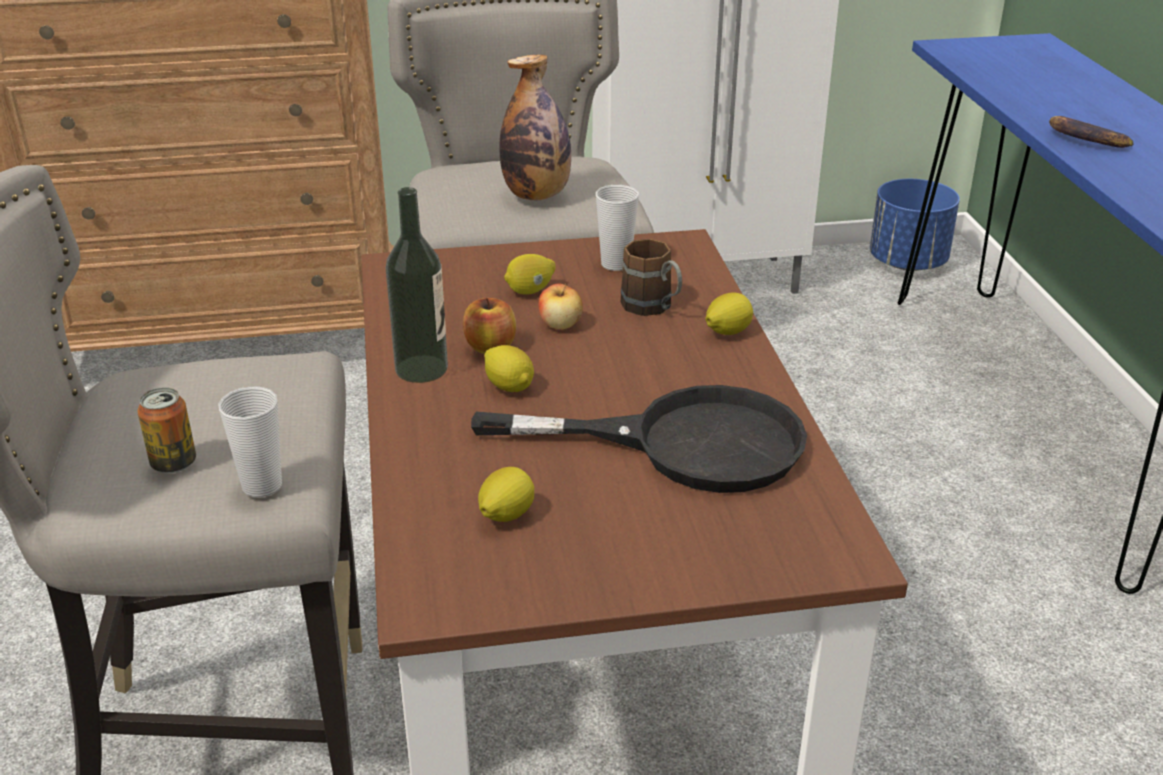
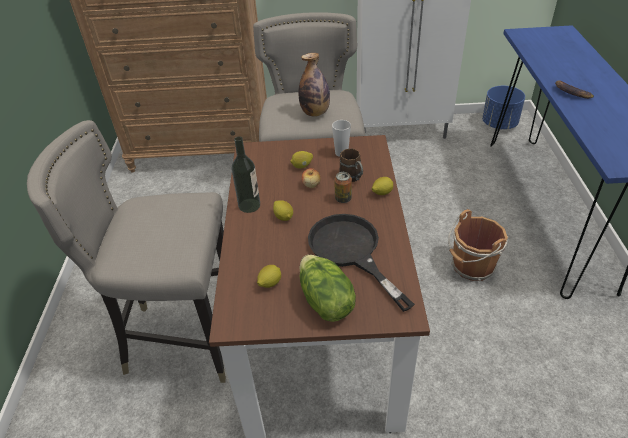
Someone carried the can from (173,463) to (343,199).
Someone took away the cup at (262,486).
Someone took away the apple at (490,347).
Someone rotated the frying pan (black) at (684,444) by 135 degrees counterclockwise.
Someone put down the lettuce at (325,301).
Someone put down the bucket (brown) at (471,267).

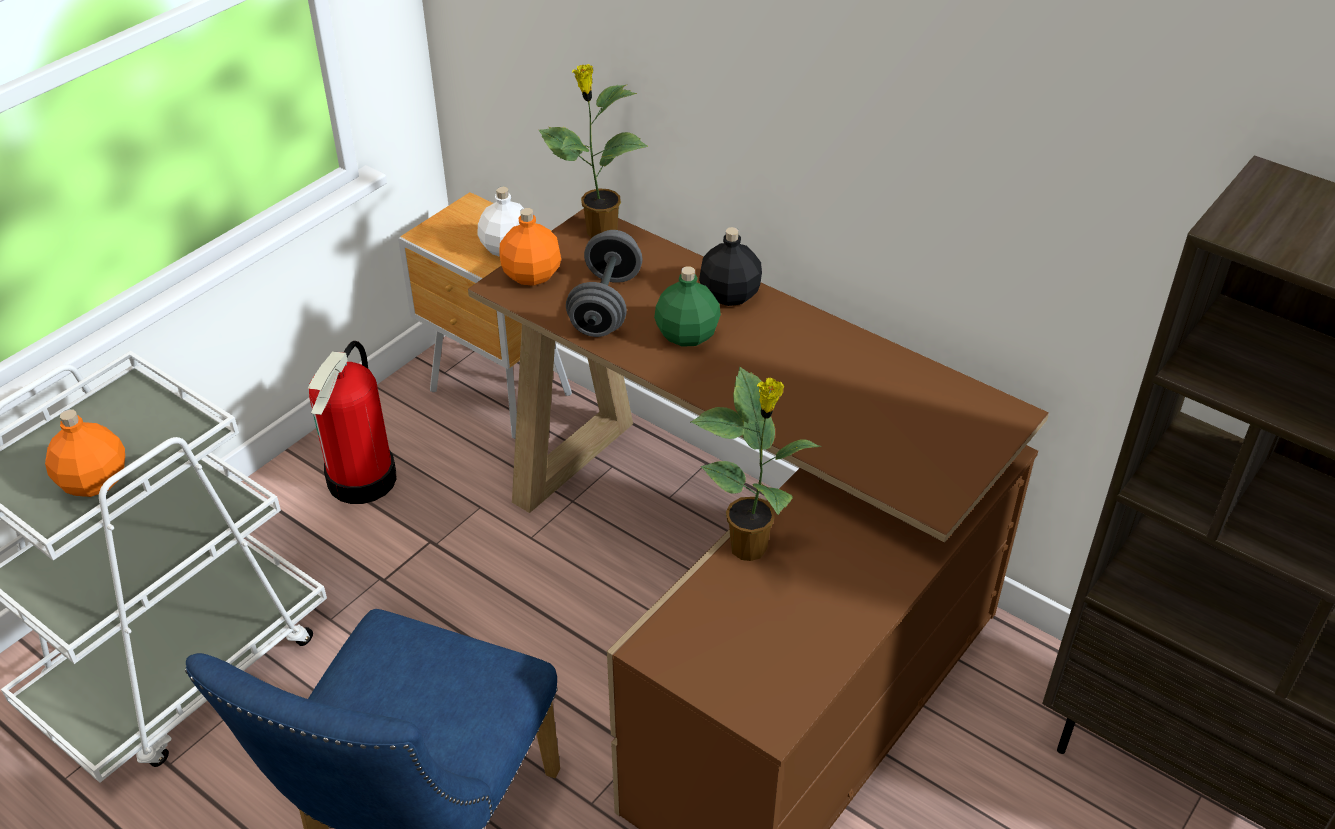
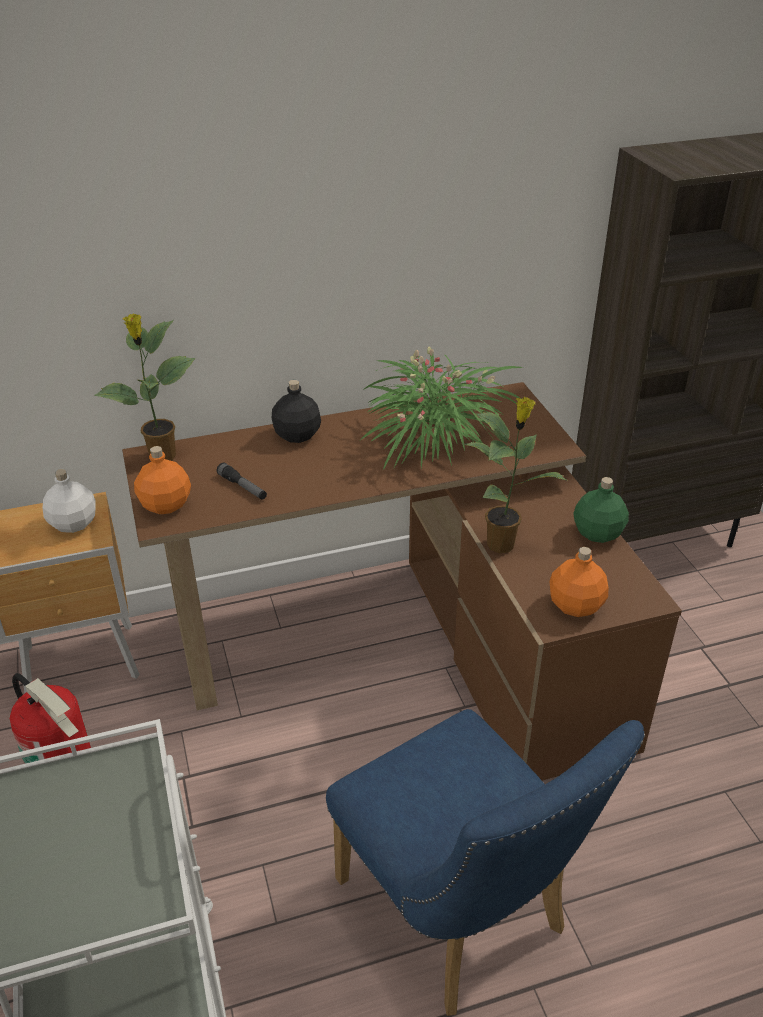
Someone carried the bottle (orange) from (94,482) to (576,606).
Someone swapped the dumbbell (grey) at (605,305) for the flashlight at (242,487).
Someone carried the bottle (green) from (687,336) to (598,533).
Someone put down the potted plant at (434,440).

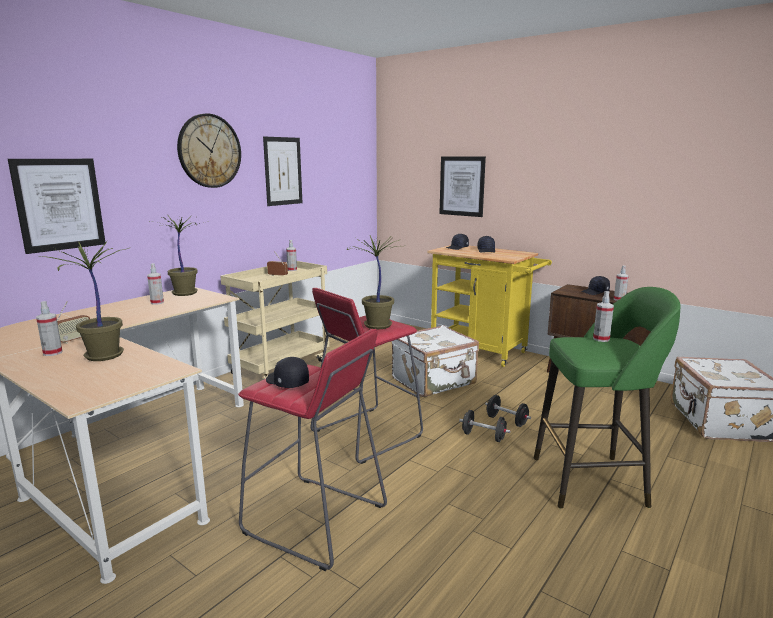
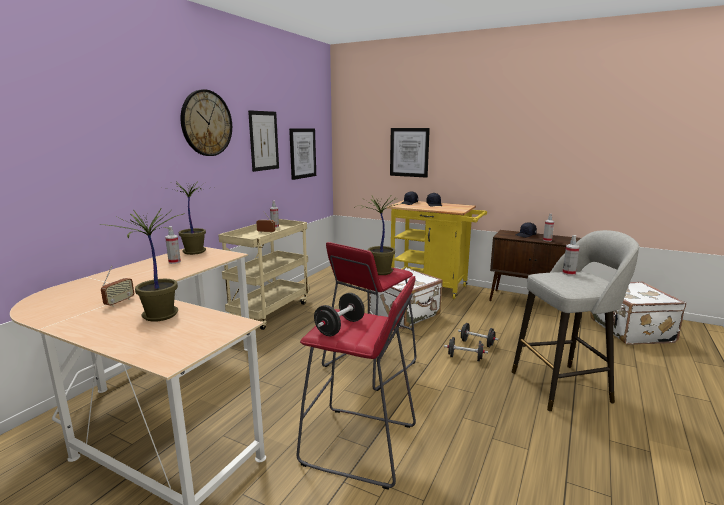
Someone carried the picture from (59,204) to (302,153).
Someone took away the spray bottle at (53,353).
Someone swapped the cap (black) at (286,382) for the dumbbell (black) at (340,327).
Someone repainted the stool (green) at (592,481), which became the stool (grey) at (563,386).

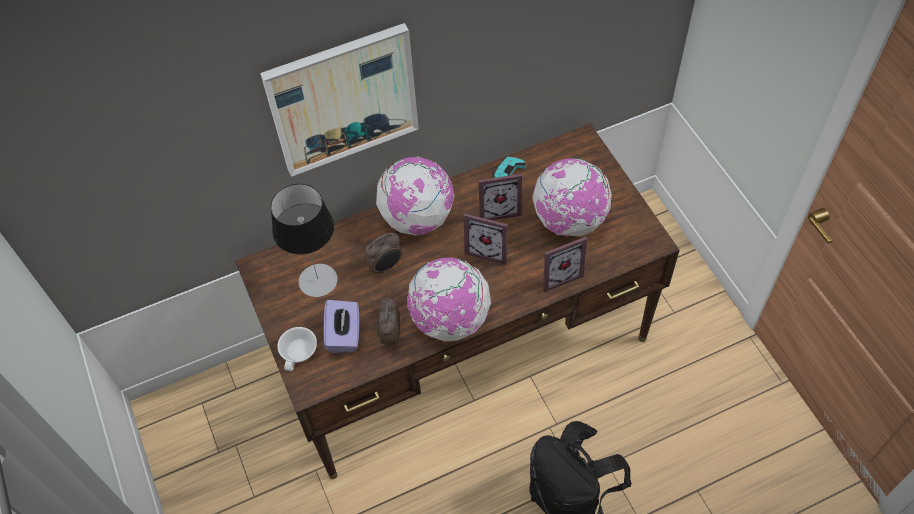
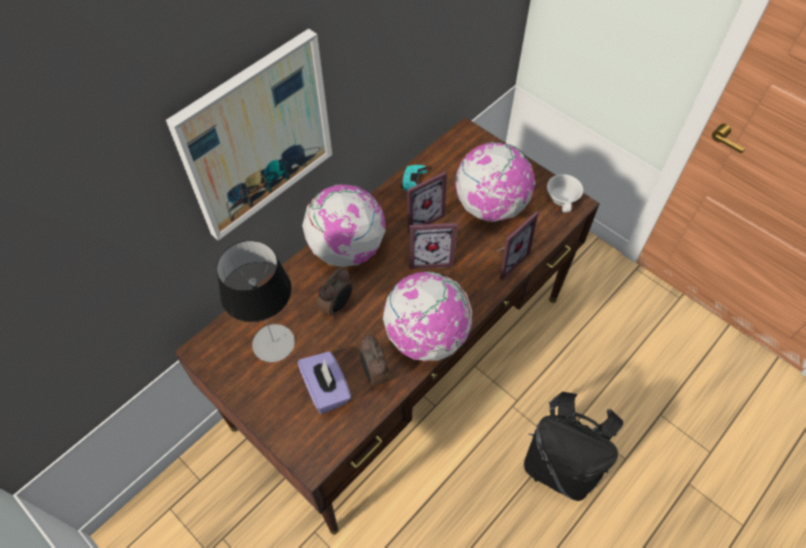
Someone carried the cup (white) from (300,353) to (563,198).

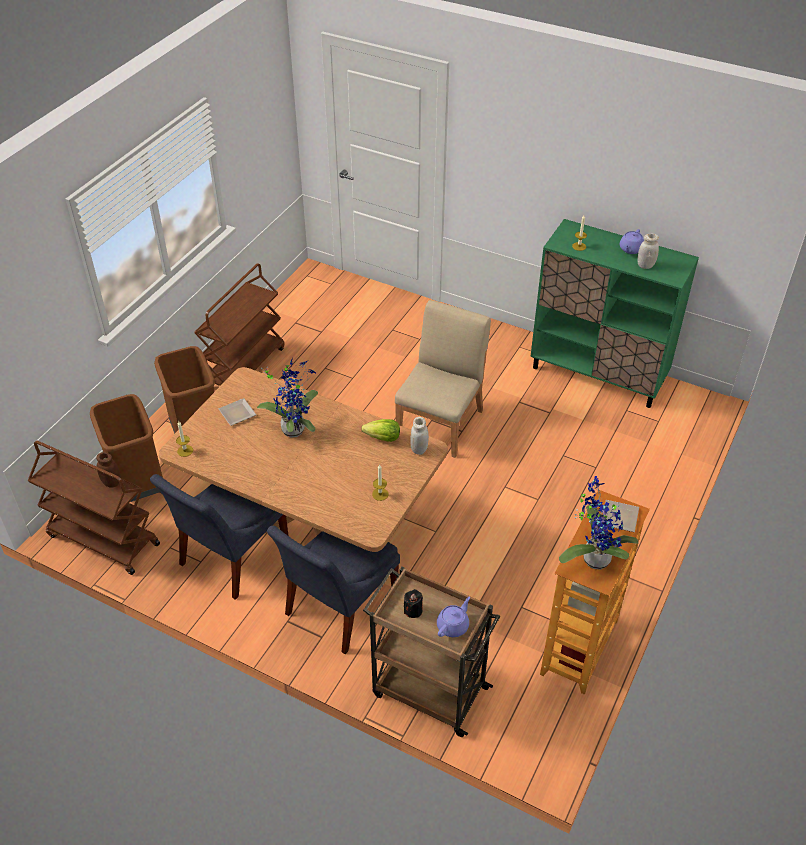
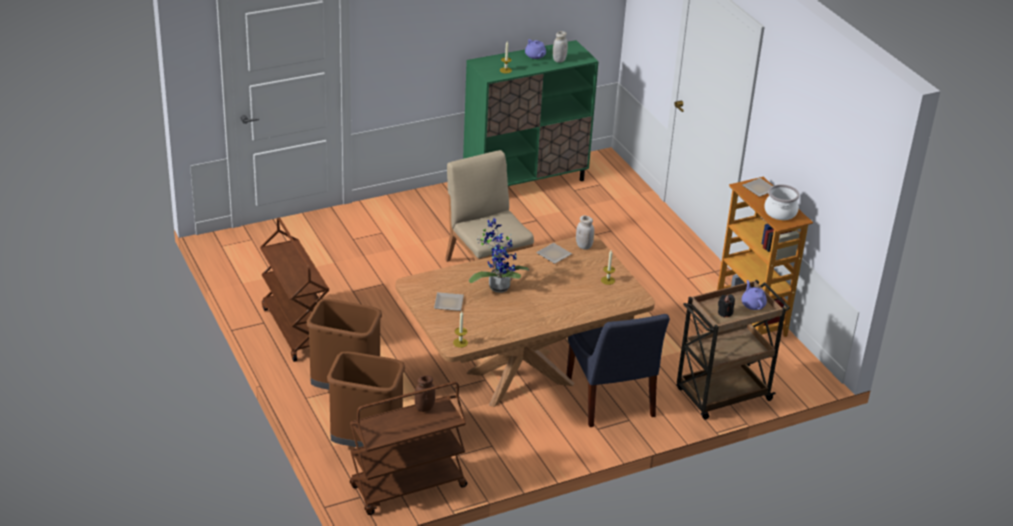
Someone took away the chair (blue) at (230,557).
Someone swapped the lettuce at (383,438) for the plate at (555,255).
Someone swapped the potted plant at (594,557) for the cooking pot at (780,212).

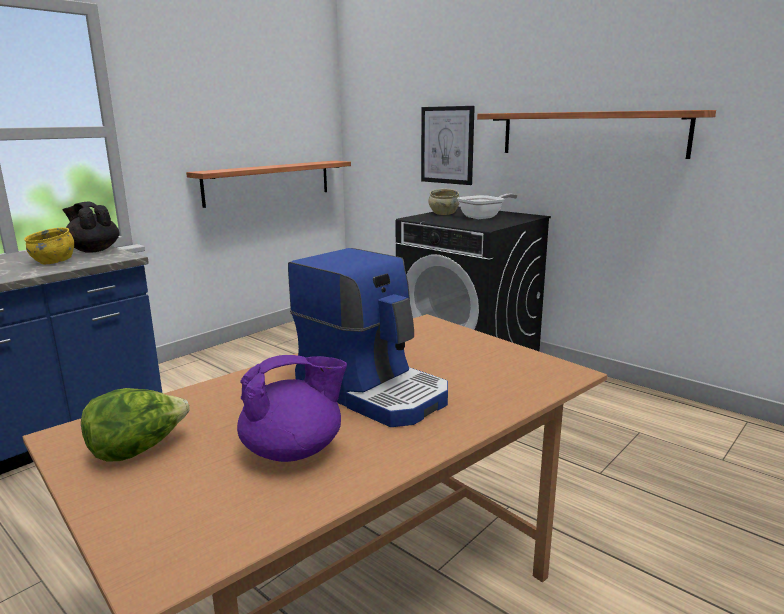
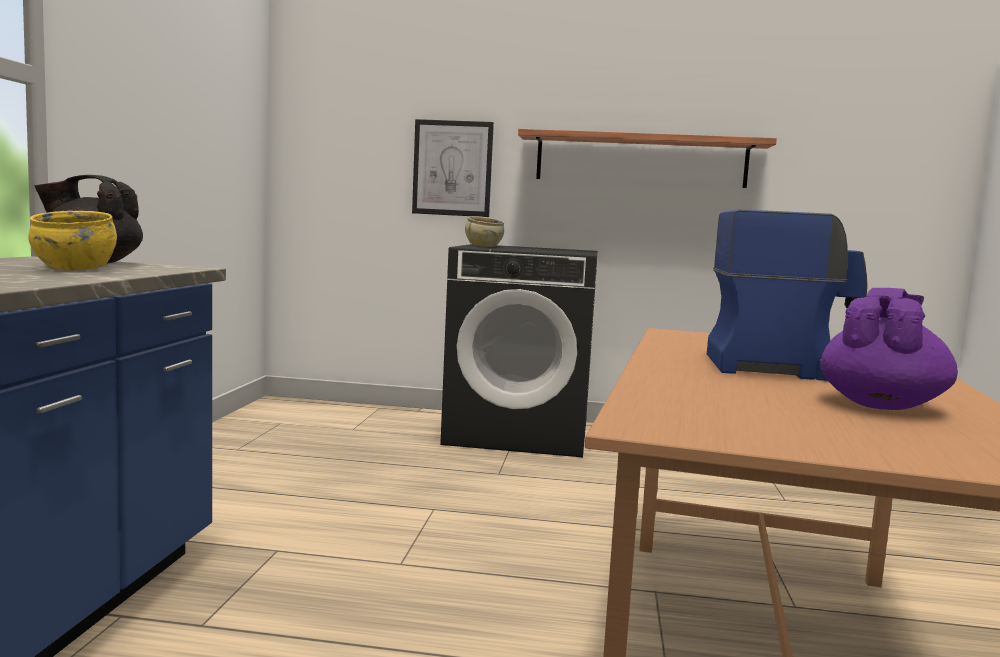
Someone took away the lettuce at (138,450).
Someone took away the shelf at (268,182).
Someone took away the frying pan at (484,217).

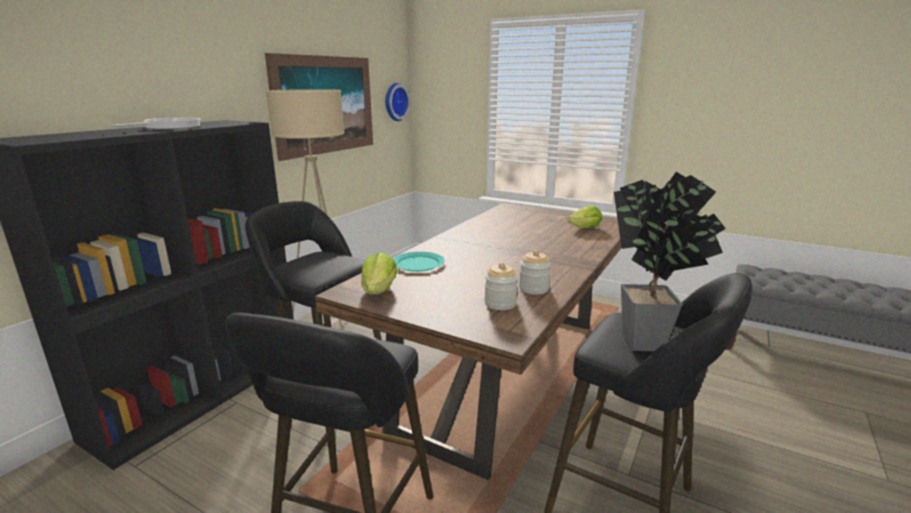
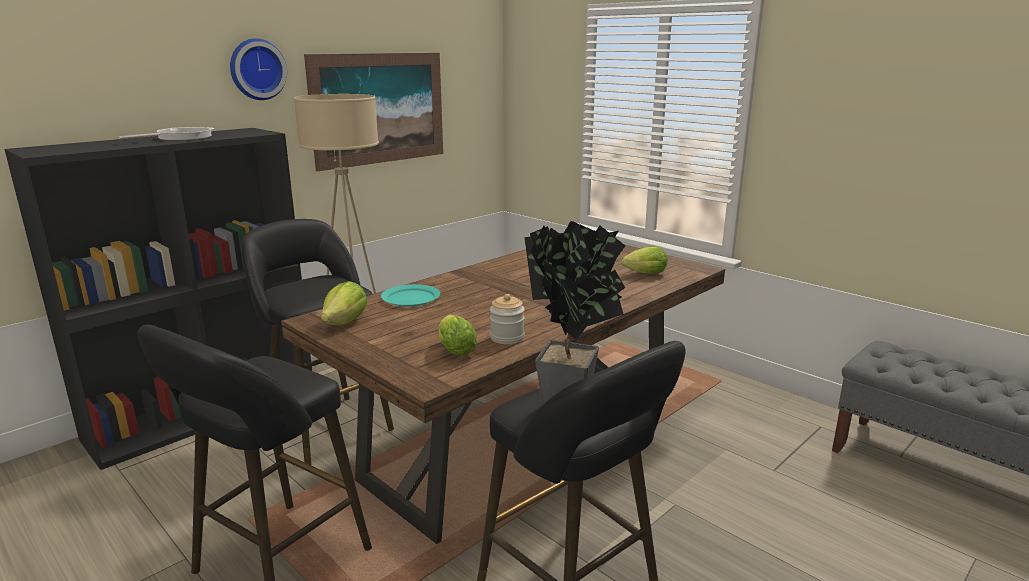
Someone carried the wall clock from (394,101) to (256,69).
Someone swapped the jar at (500,303) for the lettuce at (454,349).

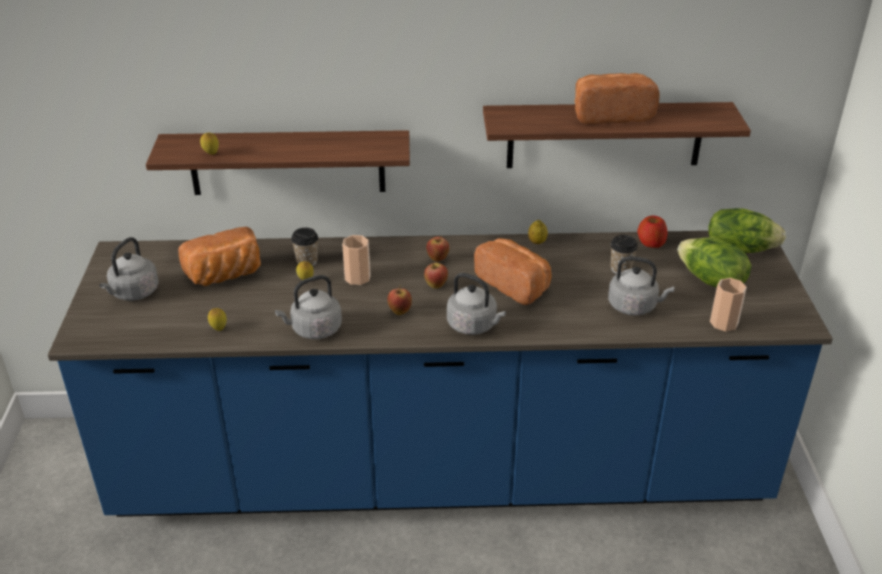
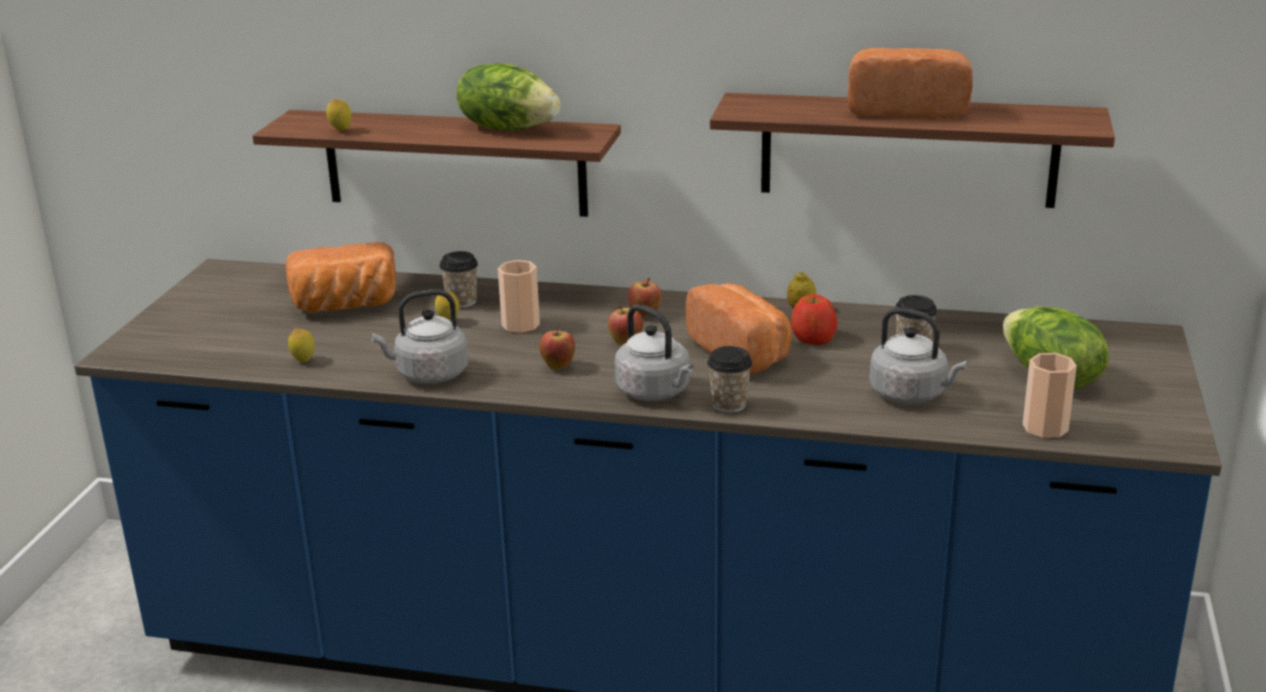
Someone took away the kettle (grey) at (133,293).
Someone carried the apple from (651,242) to (813,338).
Someone carried the lettuce from (739,248) to (508,128).
Someone put down the cup at (729,404).

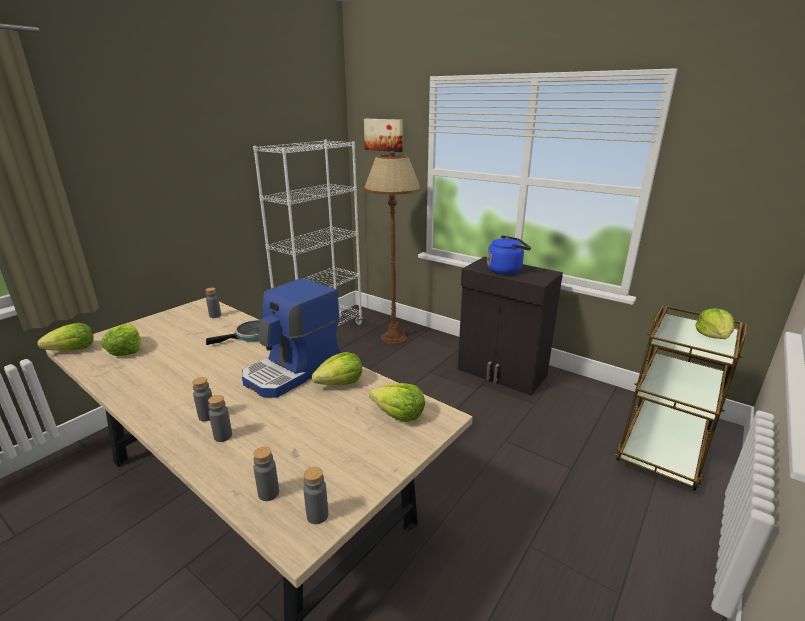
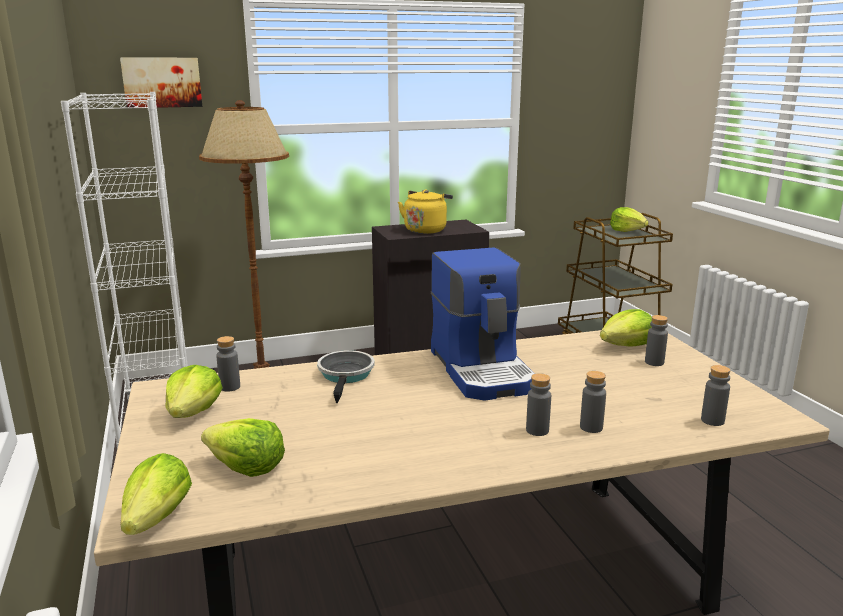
Someone carried the bottle (grey) from (317,515) to (654,362).
Someone carried the lettuce from (340,383) to (193,412).
Someone repainted the kettle (blue) at (506,270), which became the kettle (yellow) at (426,230).

